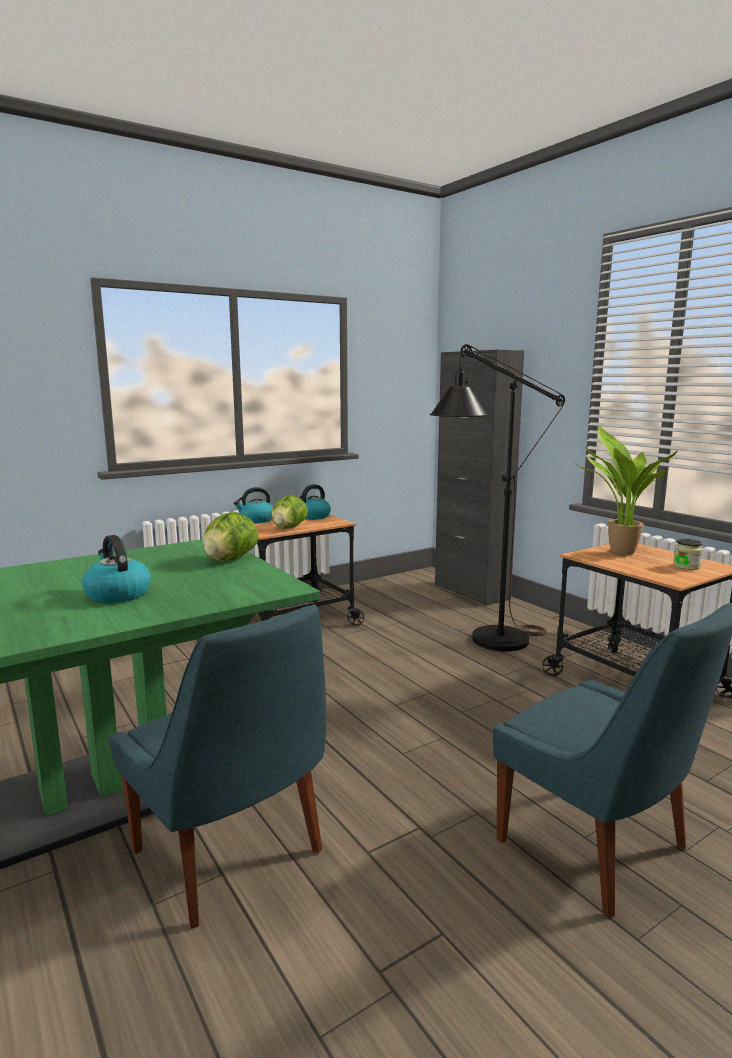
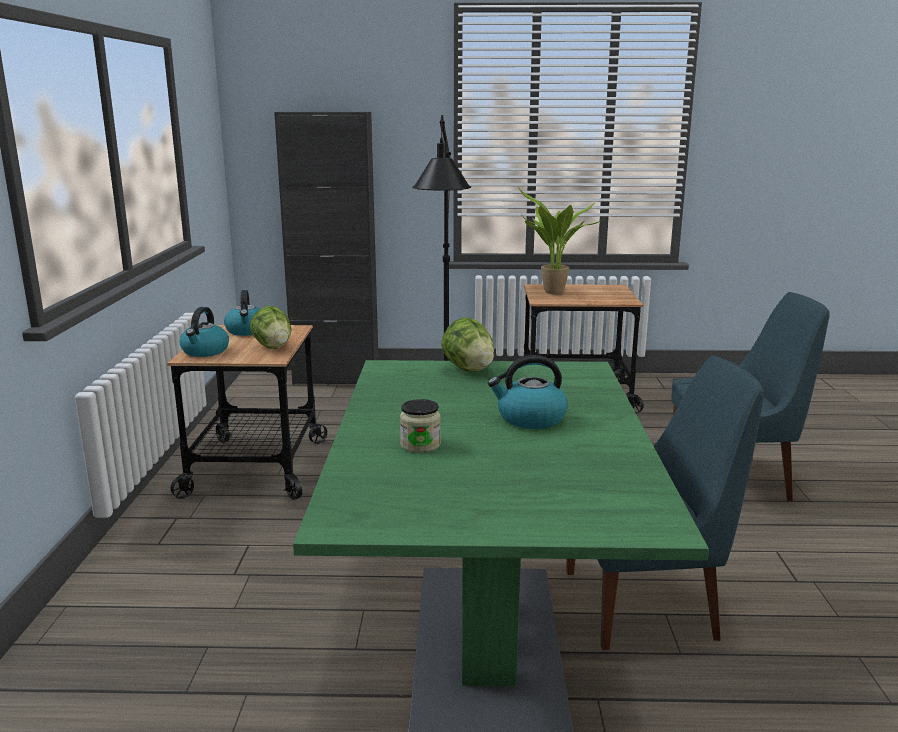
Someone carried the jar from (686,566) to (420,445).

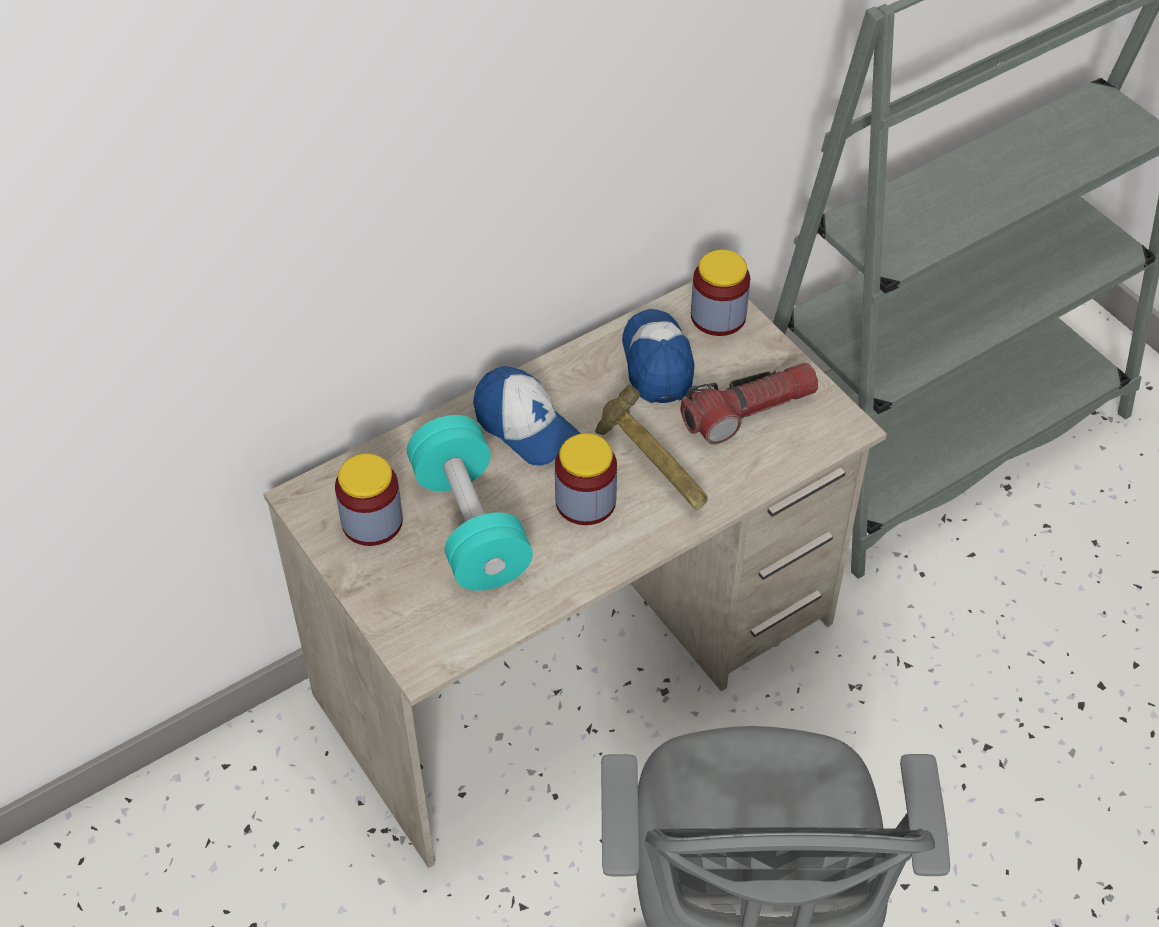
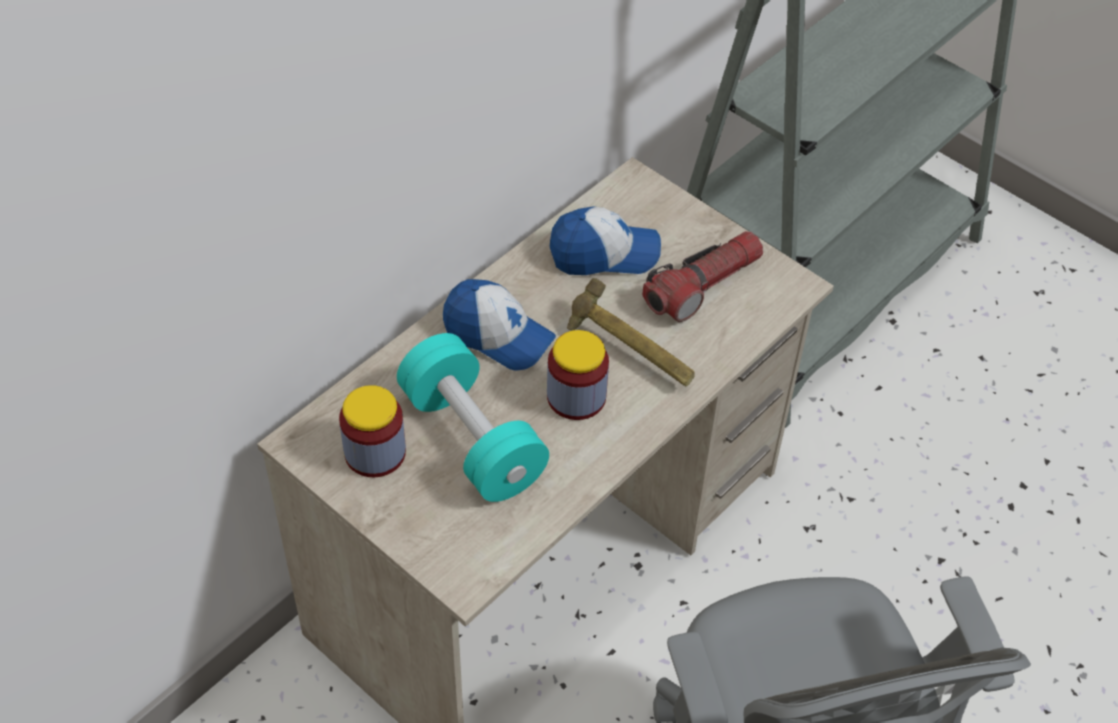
Someone rotated the cap at (657,363) by 105 degrees clockwise.
Someone took away the jar at (718,316).

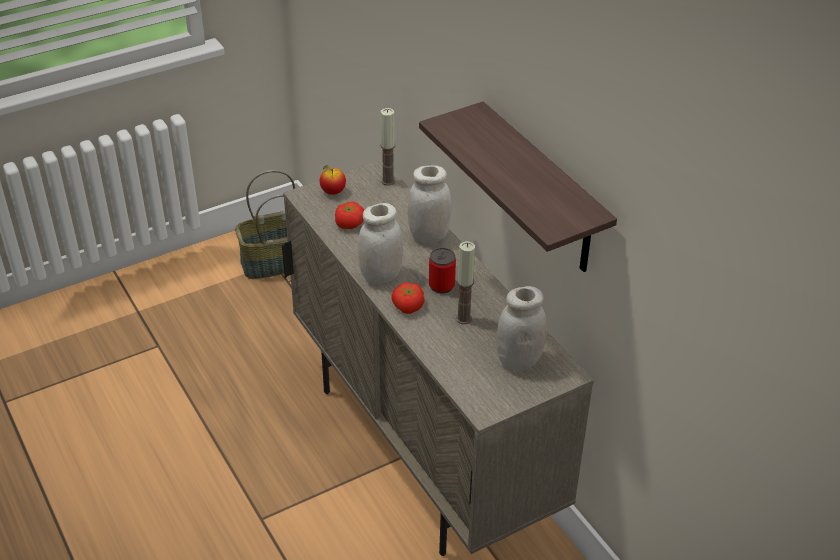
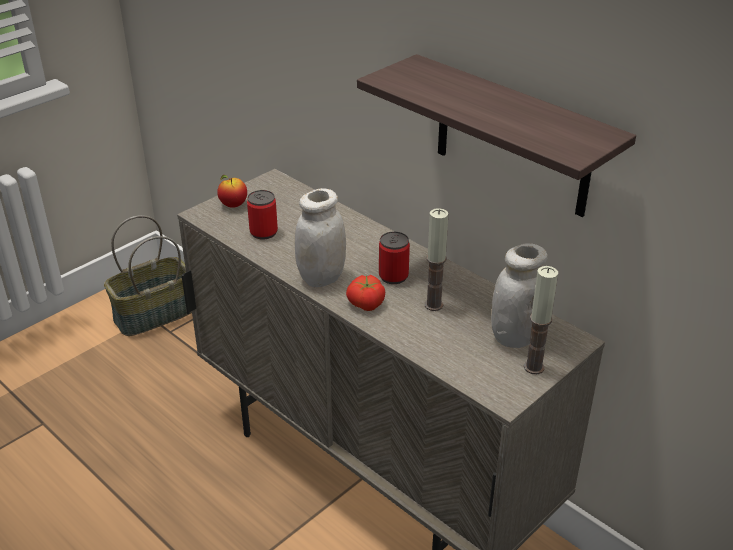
Someone swapped the tomato at (349,223) for the can at (263,232).
Someone carried the candle from (388,181) to (534,367).
Someone took away the jar (white) at (429,236).

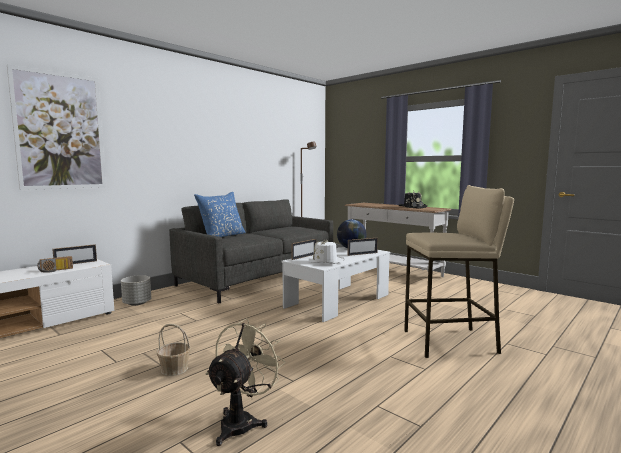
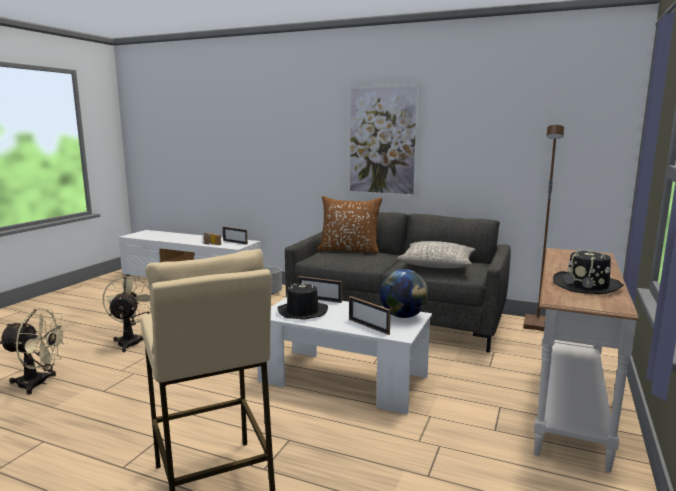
Someone carried the picture from (60,131) to (382,141).
Someone swapped the basket at (174,369) for the fan (beige) at (130,341).
Someone repainted the pillow (blue) at (222,236), which became the pillow (brown) at (349,250).
Someone repainted the hat (white) at (325,261), which became the hat (black) at (302,312).
Someone put down the pillow (grey) at (437,265).

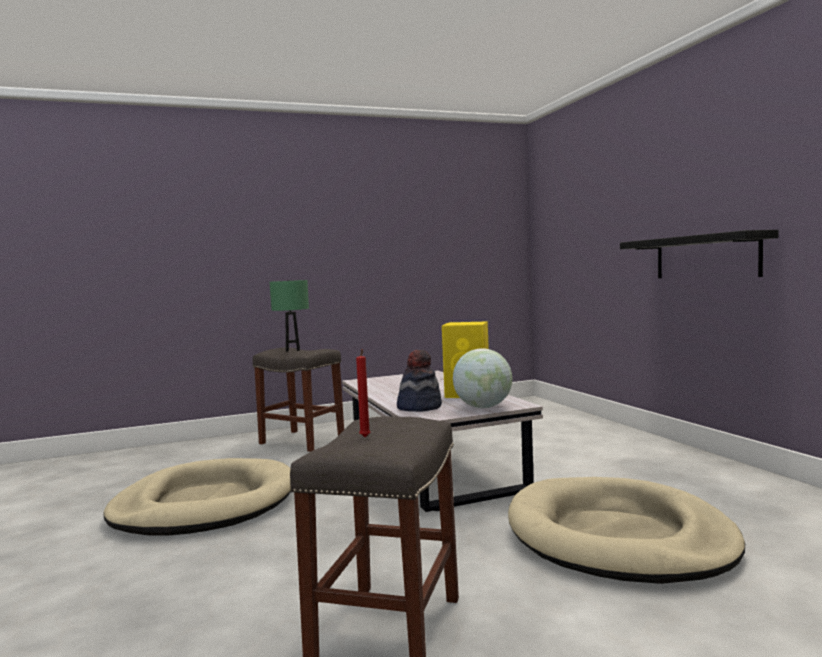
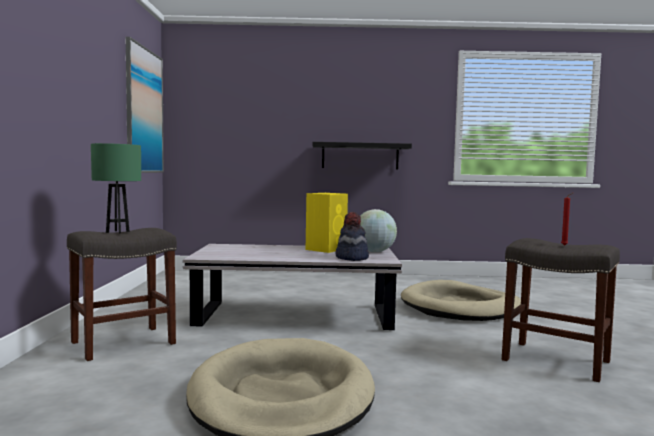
Someone put up the picture at (144,111).

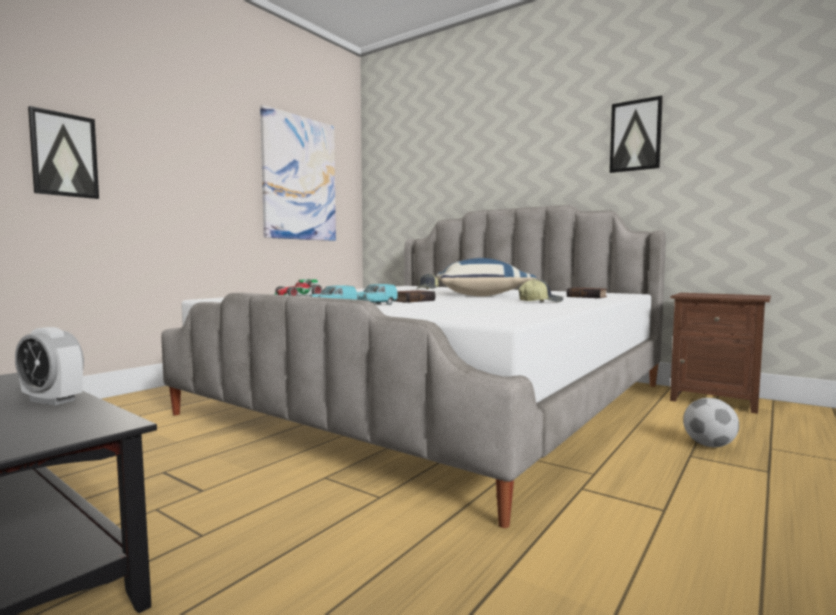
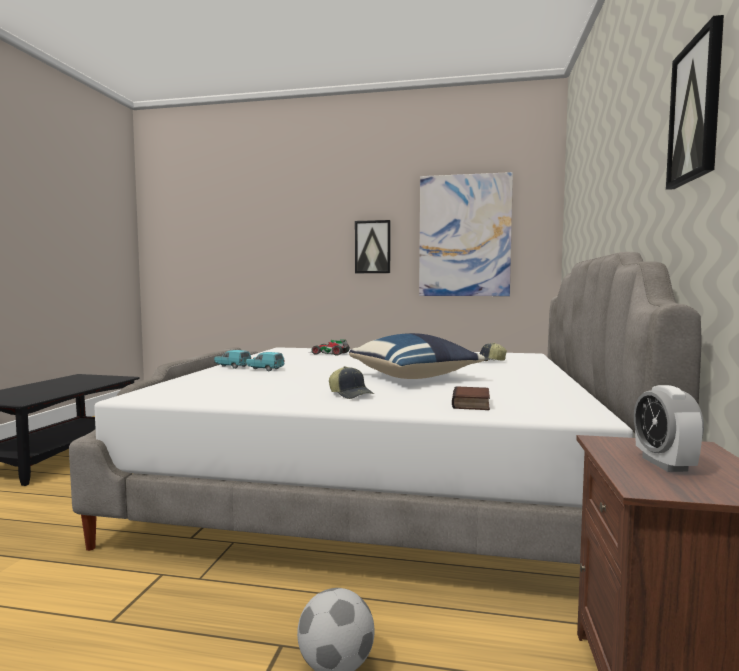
Someone carried the alarm clock from (52,400) to (664,464).
Someone carried the picture from (64,155) to (372,247).
Someone took away the book at (412,300).

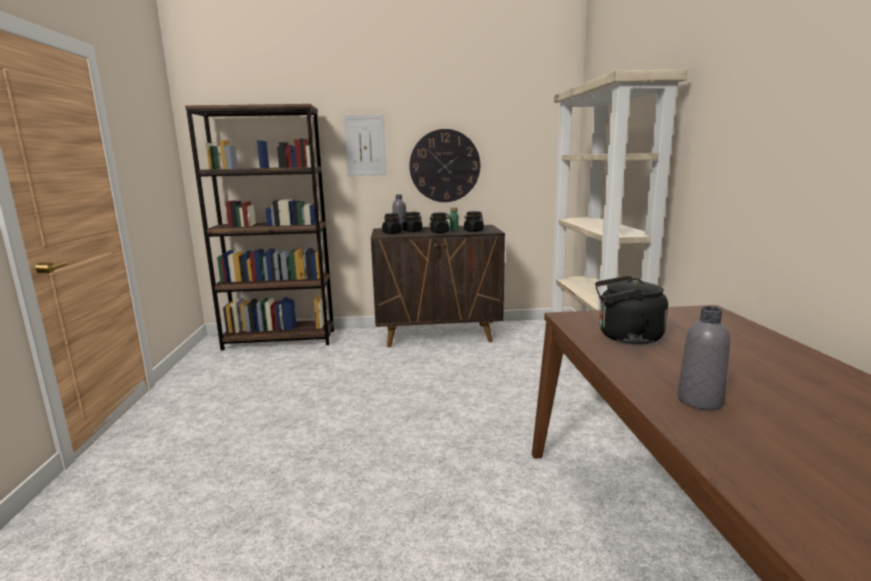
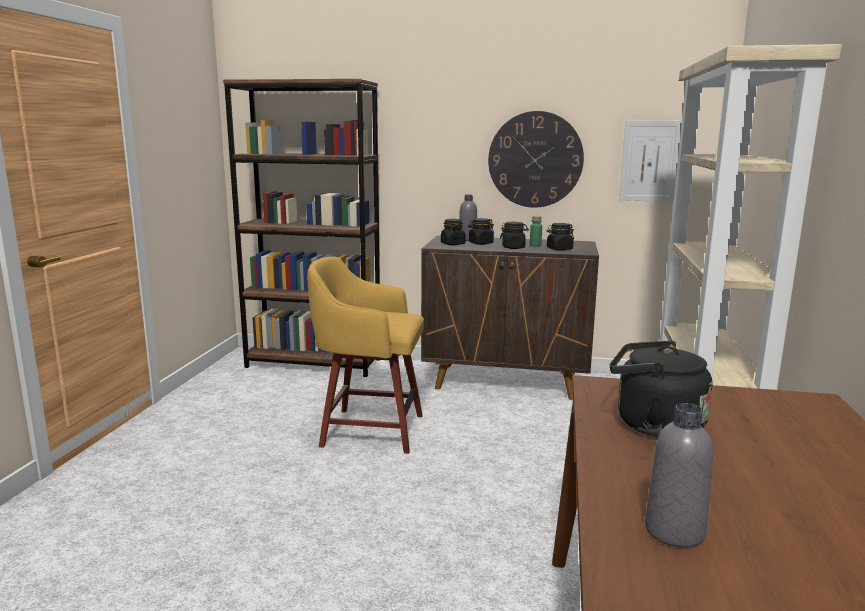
Someone carried the picture from (365,145) to (649,161).
Someone put down the stool (yellow) at (369,430).

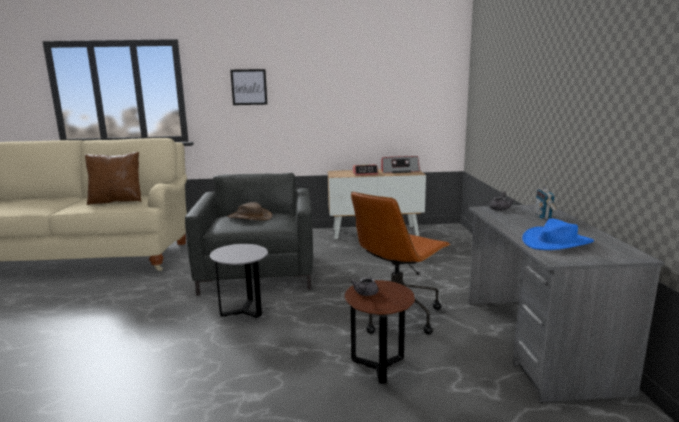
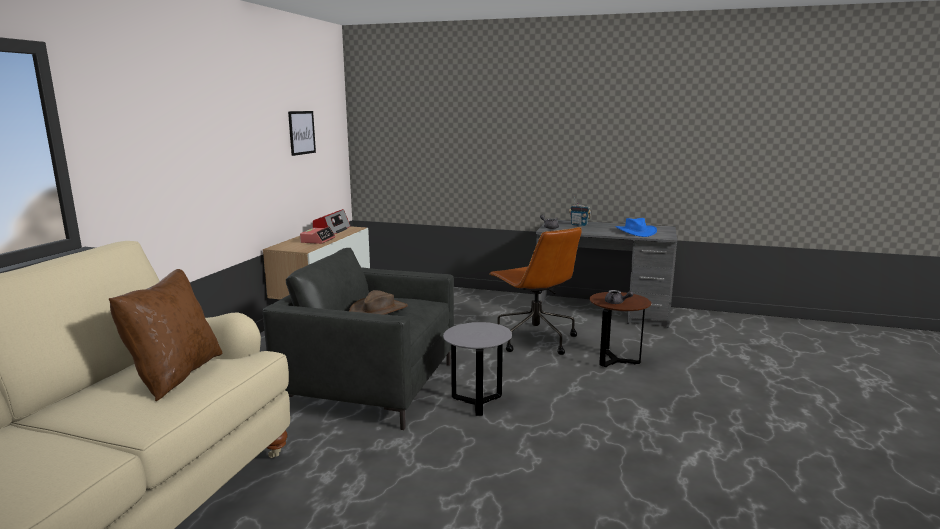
Someone carried the picture from (249,87) to (301,132).

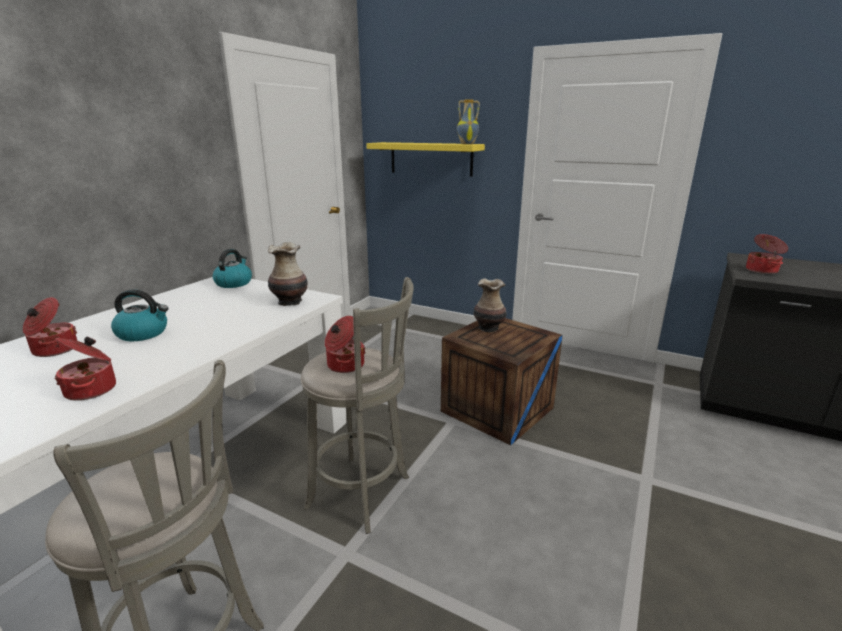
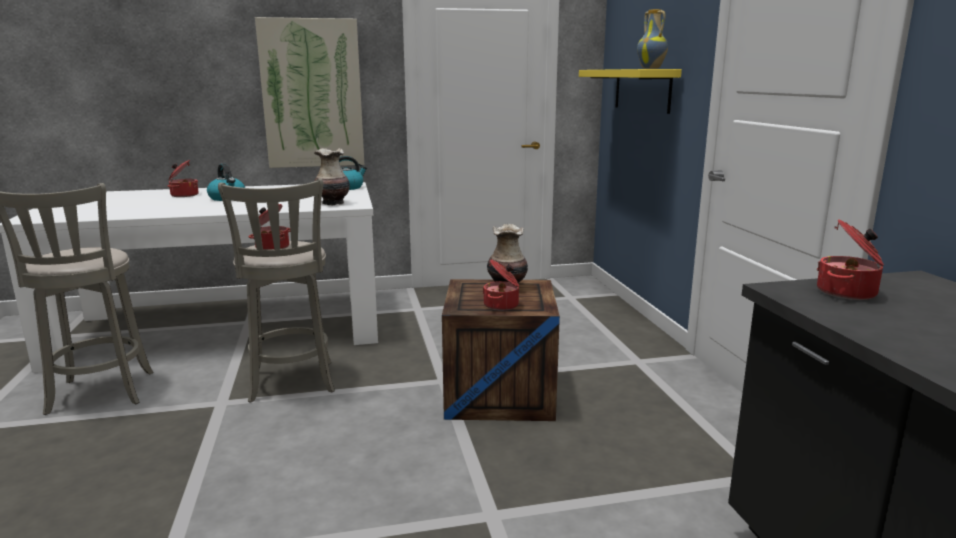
Someone carried the cooking pot from (92,389) to (502,305).
Someone put up the picture at (312,94).

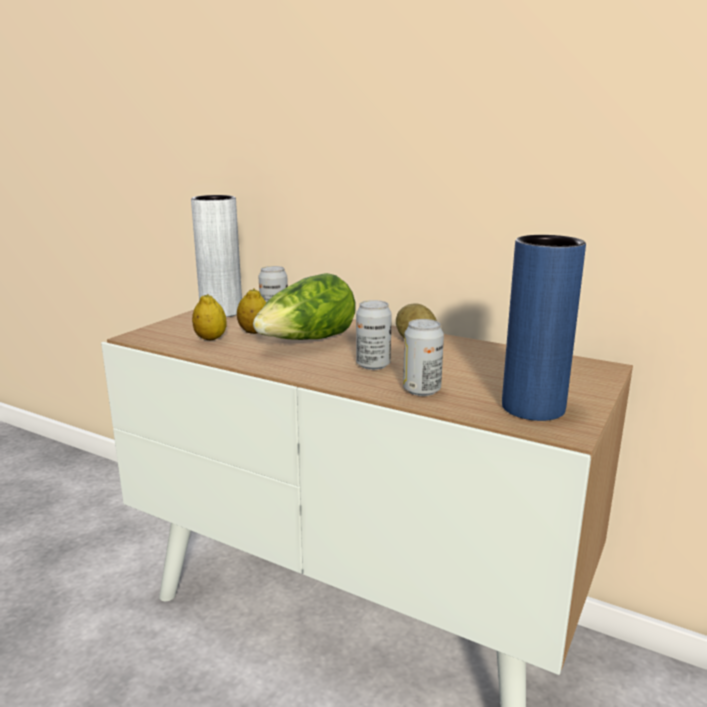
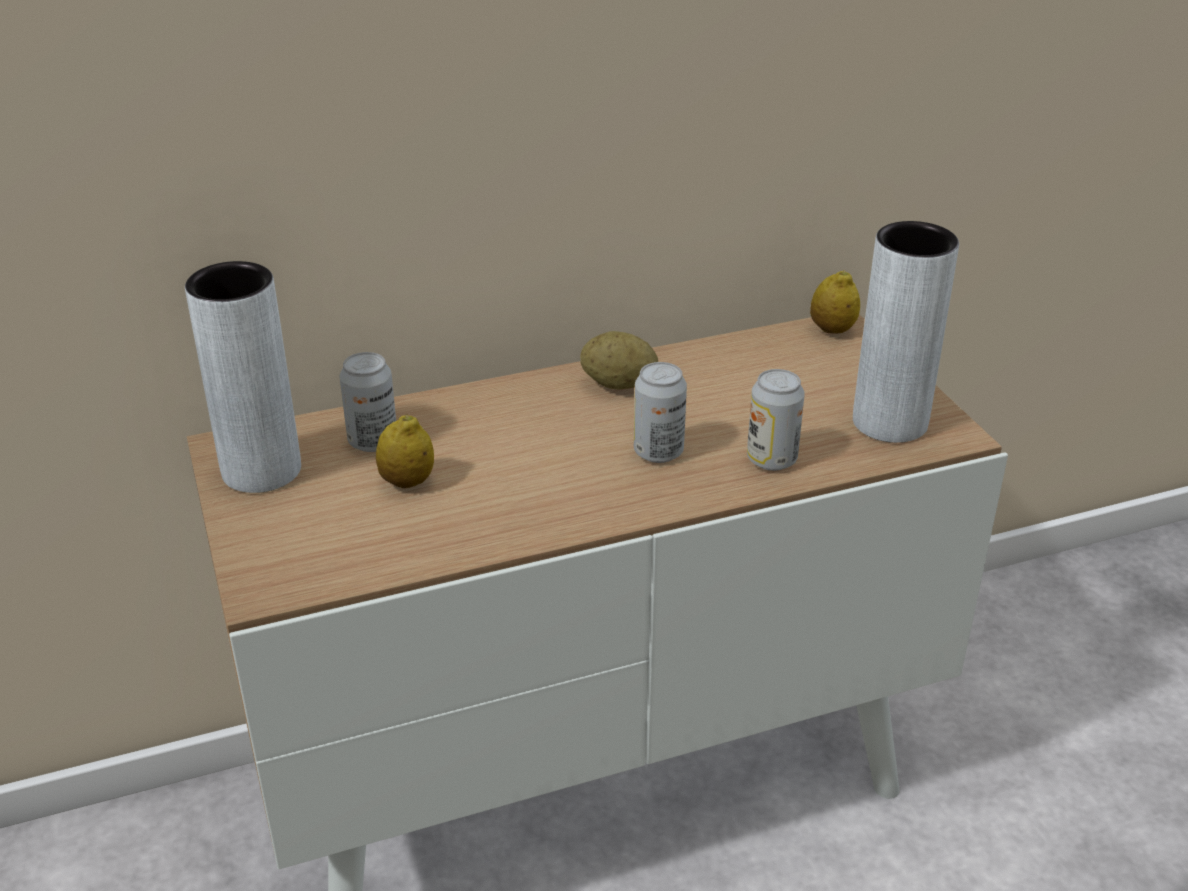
Someone carried the lemon from (210,339) to (832,330).
Someone took away the lettuce at (307,341).
Someone repainted the vase (blue) at (533,408), which became the vase (grey) at (889,422).

